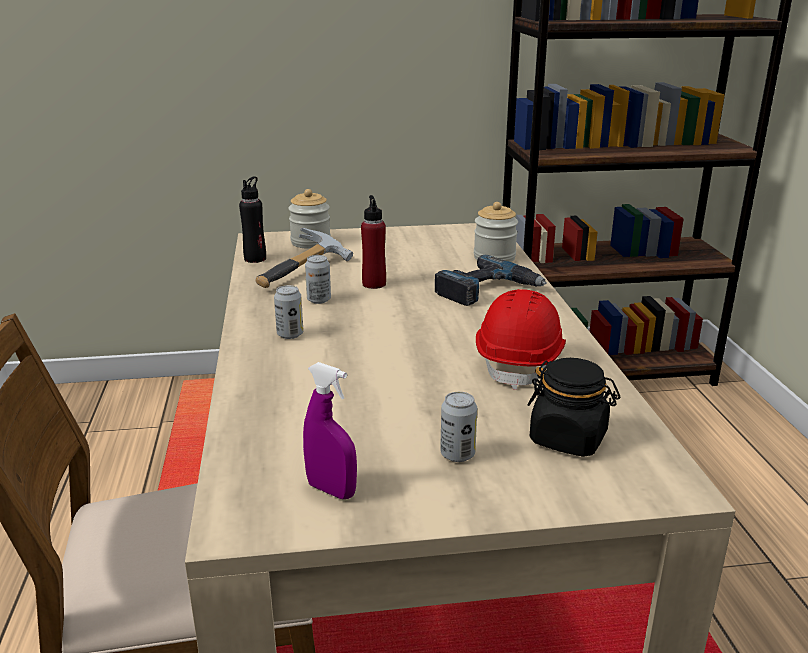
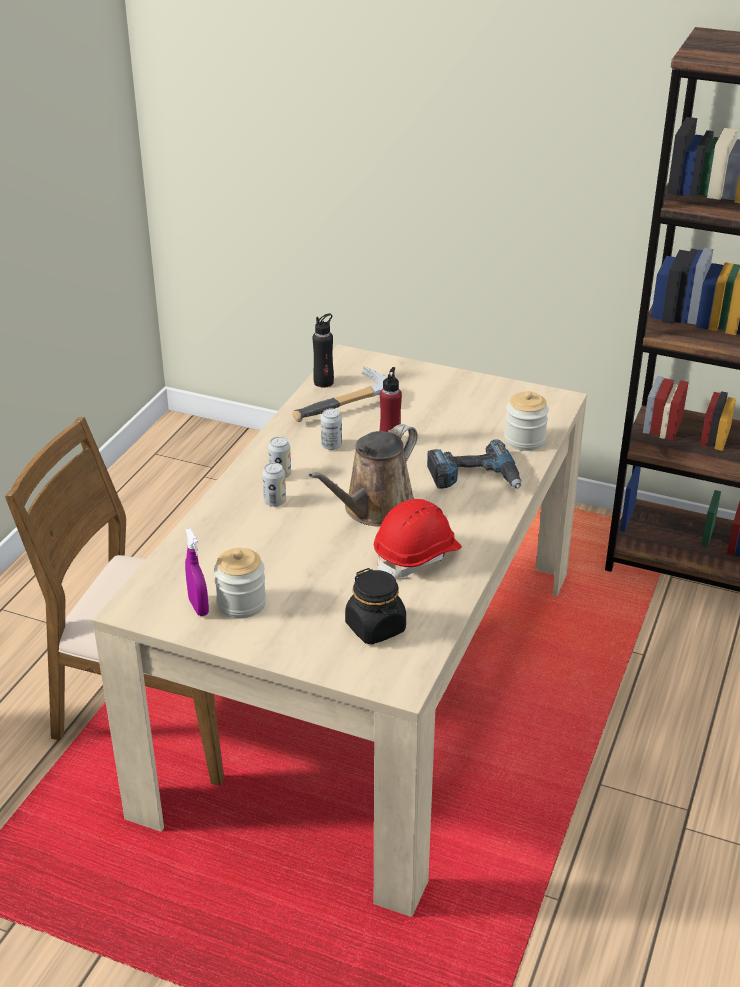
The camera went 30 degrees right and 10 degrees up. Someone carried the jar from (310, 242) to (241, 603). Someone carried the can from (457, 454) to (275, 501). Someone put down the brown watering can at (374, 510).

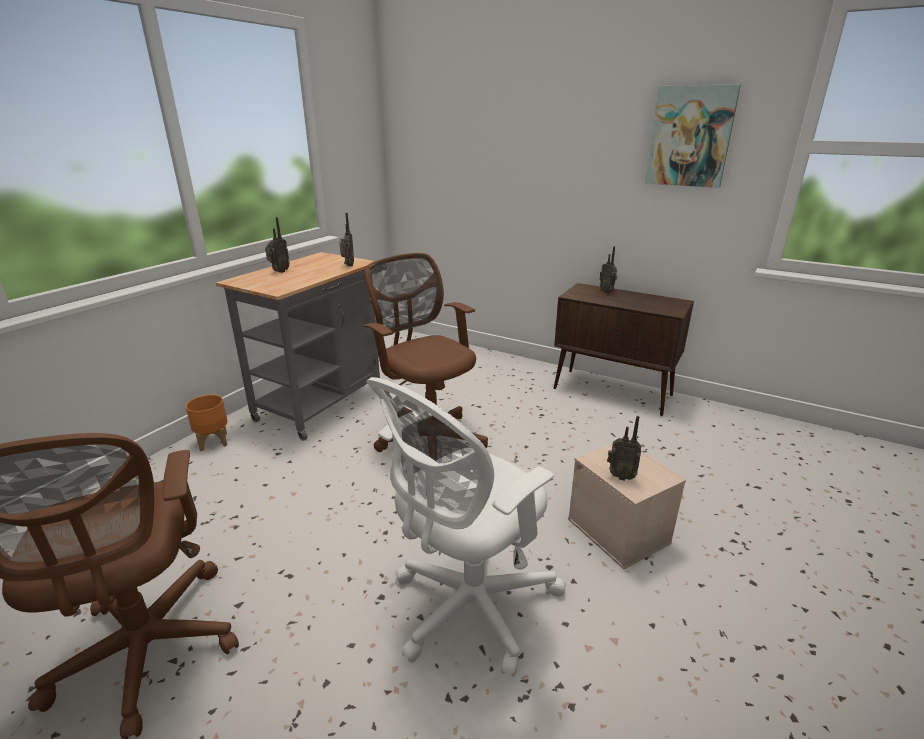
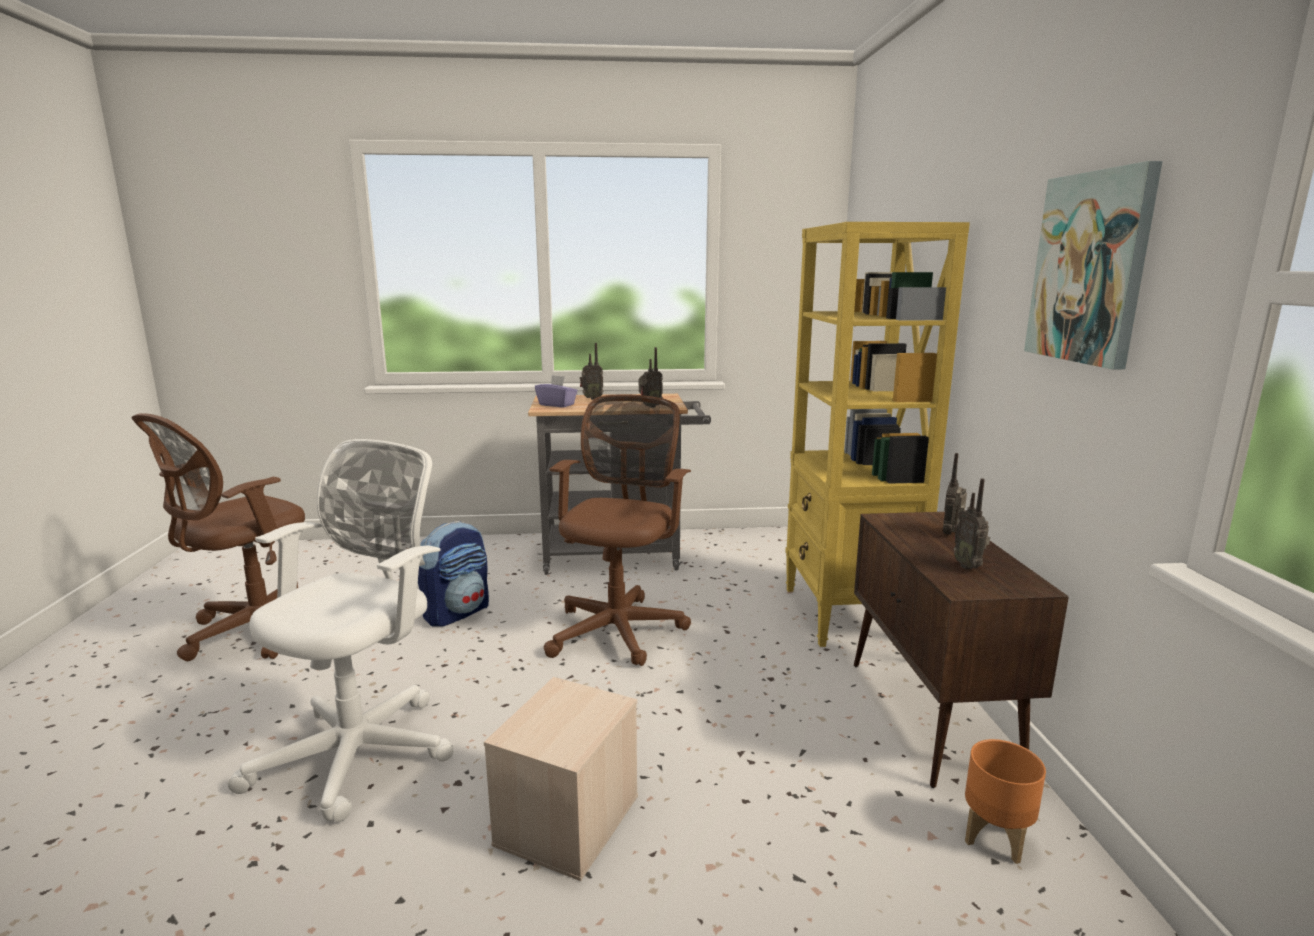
The camera went 55 degrees right and 10 degrees down. Someone rotated the white office chair at (467, 608) by 105 degrees clockwise. Someone carried the orange planter from (214, 442) to (996, 838). Someone carried the radio from (620, 476) to (968, 566). Someone put down the yellow bookcase at (847, 615). Someone put down the purple tissue box at (557, 405). Someone put down the backpack at (457, 612).

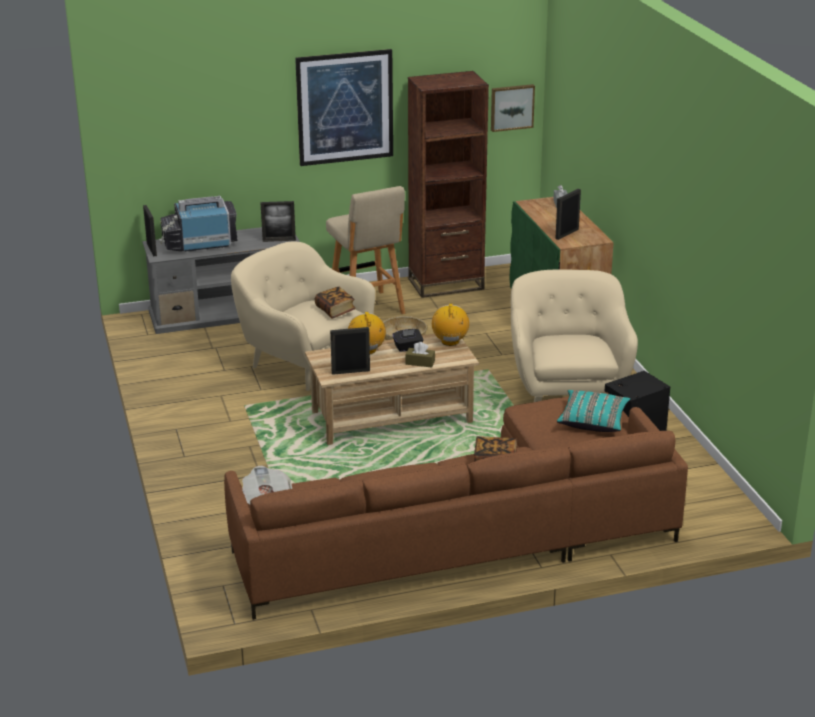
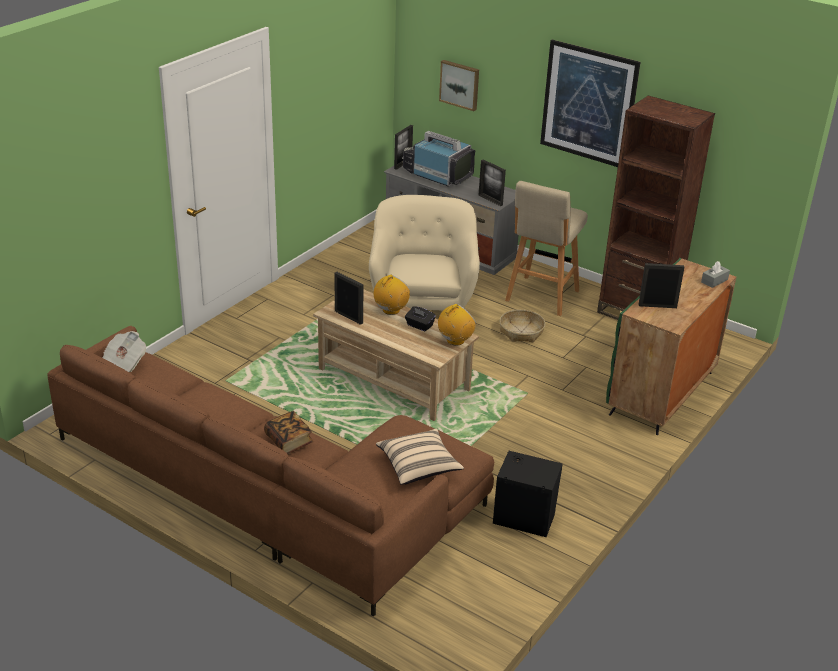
The camera went 50 degrees right and 5 degrees up. Someone carried the picture from (511, 107) to (460, 84). Someone took away the beige armchair at (566, 394). Someone took away the book at (335, 310). Someone took away the brown tissue box at (420, 362). Someone repainted the turquoise pillow at (593, 421), which became the beige pillow at (419, 467).

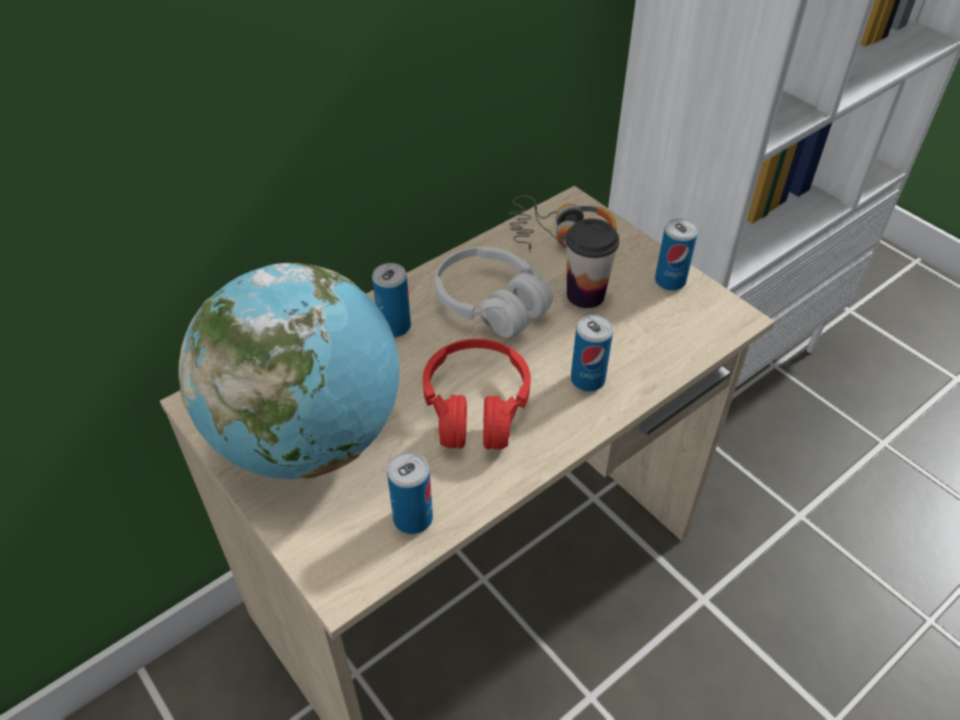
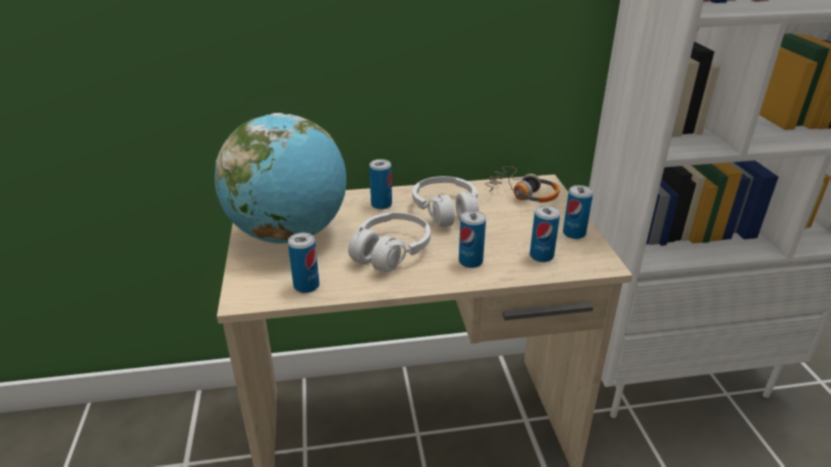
The camera went 30 degrees right and 15 degrees down. Someone took away the cup at (585, 295). Someone repainted the red headphones at (476, 407), which became the white headphones at (390, 252). Someone put down the can at (541, 256).

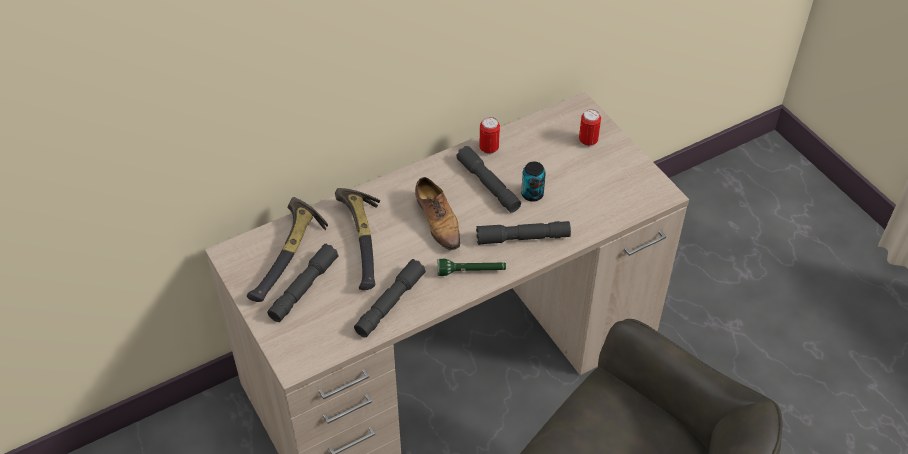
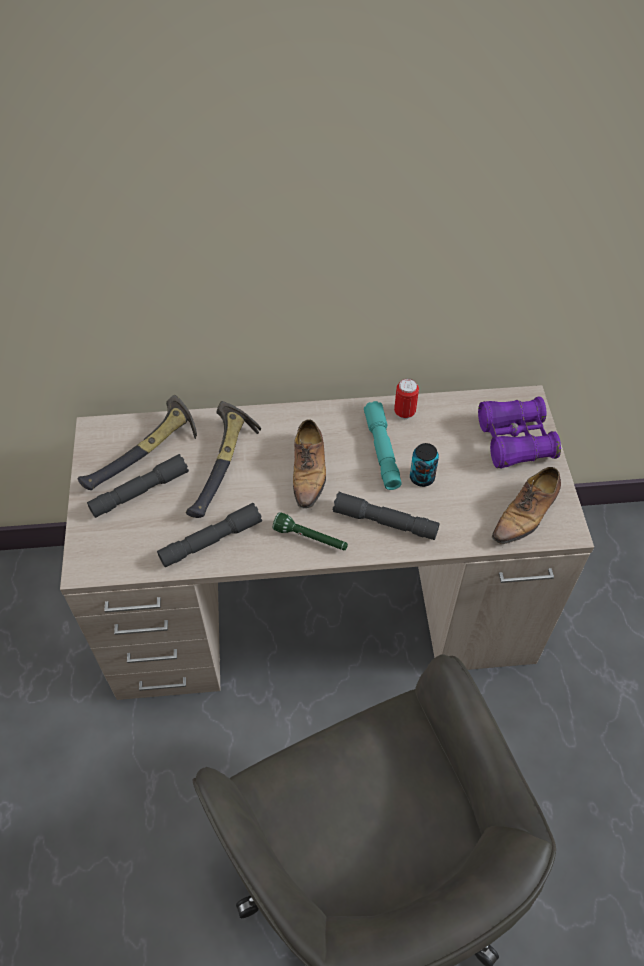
The camera went 25 degrees right and 5 degrees up. Someone swapped the can at (588, 141) for the purple binoculars at (515, 440). Someone repainted the grey flashlight at (488, 185), which became the turquoise flashlight at (382, 451). Someone put down the shoe at (526, 514).

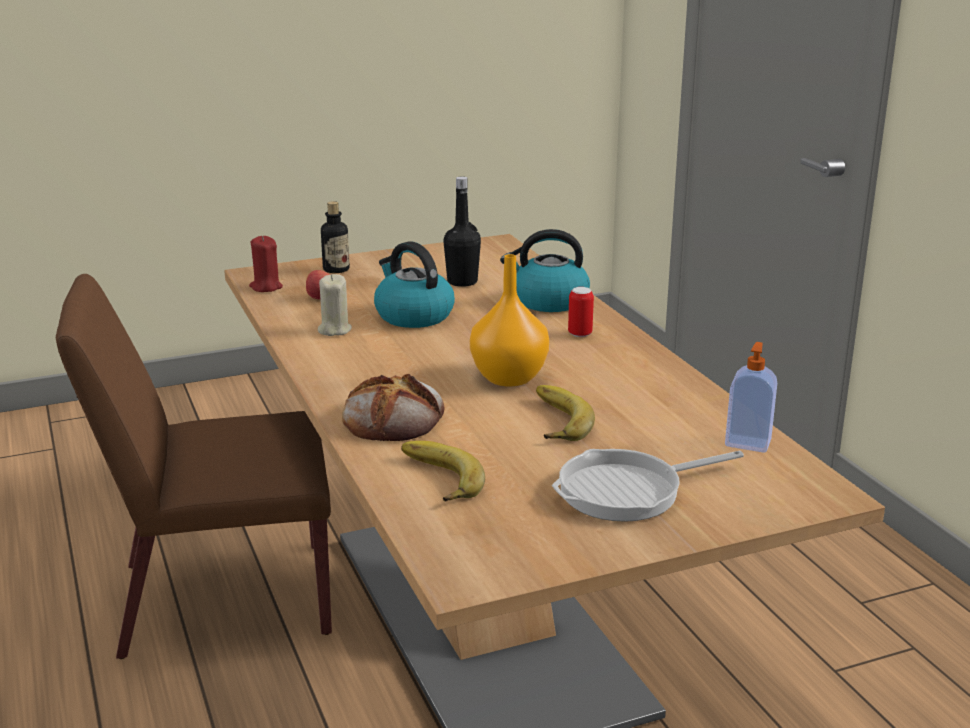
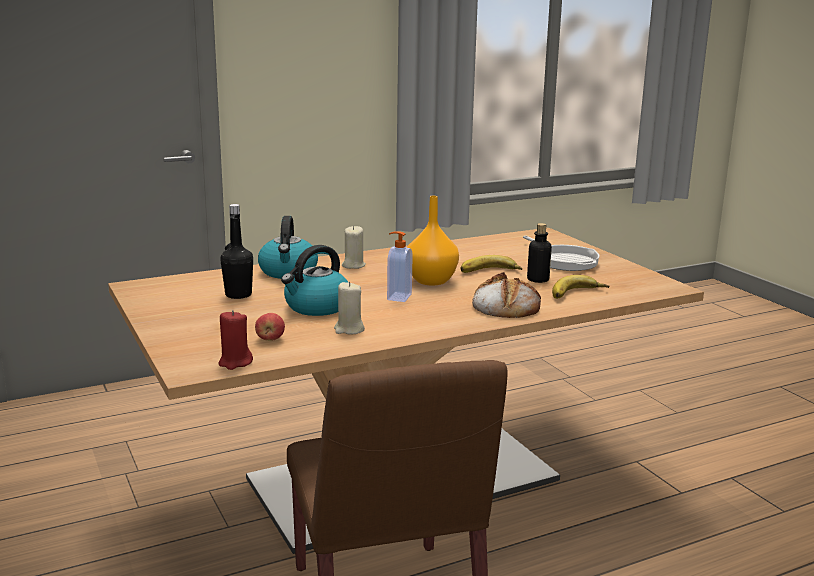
The camera went 95 degrees left and 5 degrees down. Someone carried the bottle from (336, 269) to (538, 279). Someone swapped the can at (580, 334) for the beige candle at (353, 265). Someone carried the soap dispenser from (748, 442) to (398, 297).

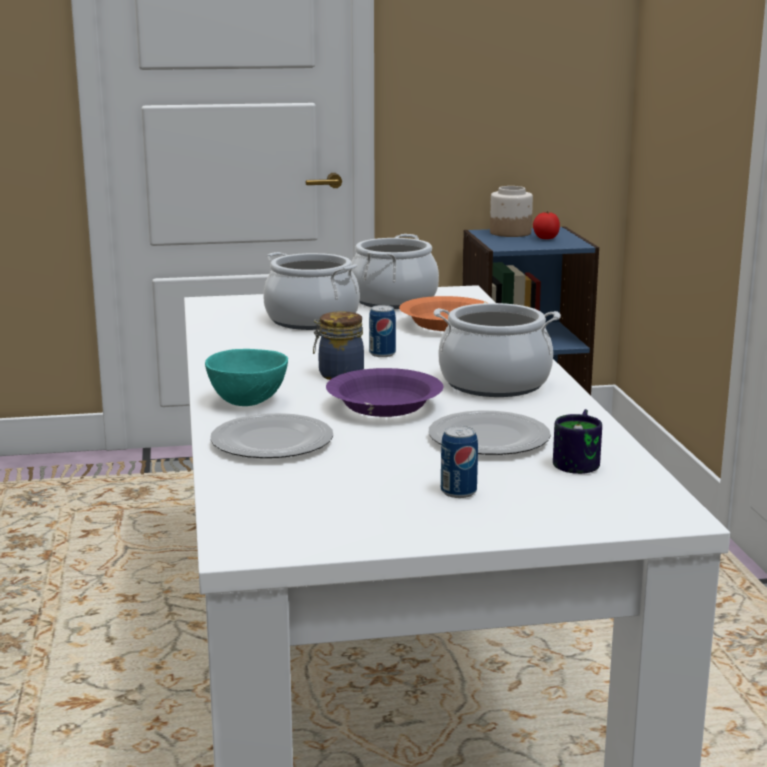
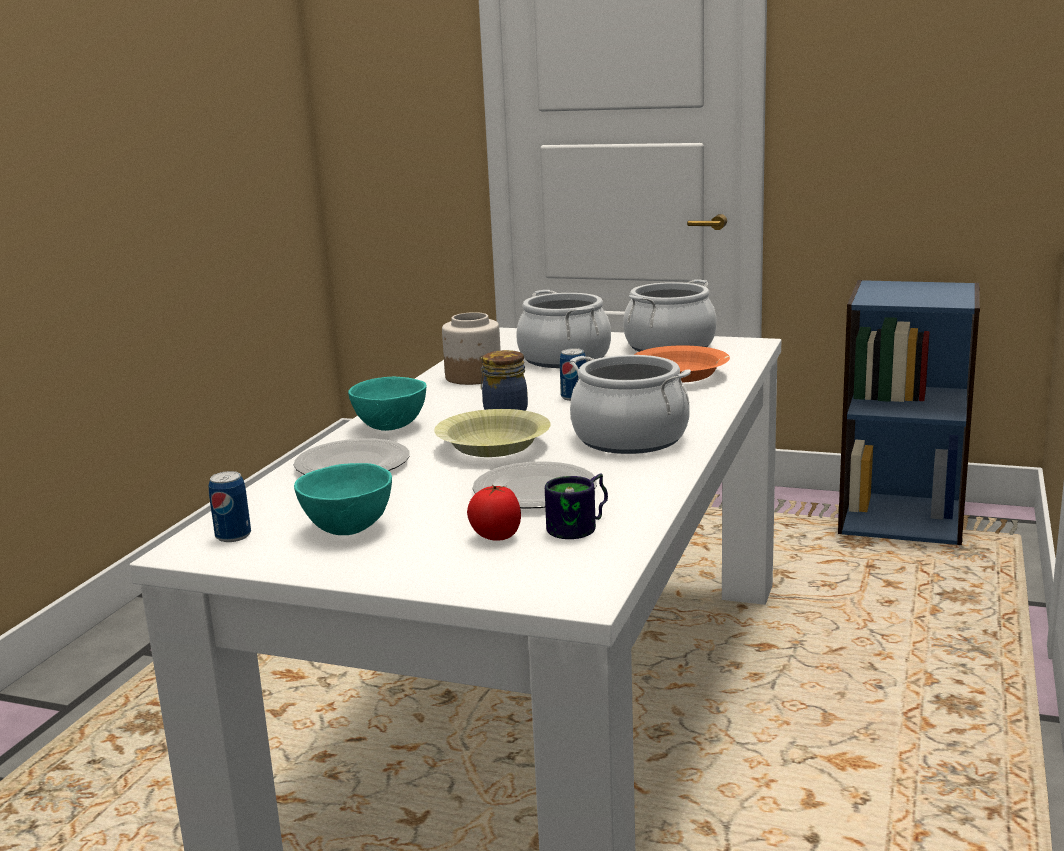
The camera went 30 degrees right and 0 degrees up. Someone carried the jar from (510, 233) to (472, 377). Someone carried the tomato from (545, 239) to (495, 537). Someone repainted the purple bowl at (384, 407), which became the yellow bowl at (493, 447). Someone carried the can from (458, 492) to (233, 536). Someone put down the turquoise bowl at (348, 528).

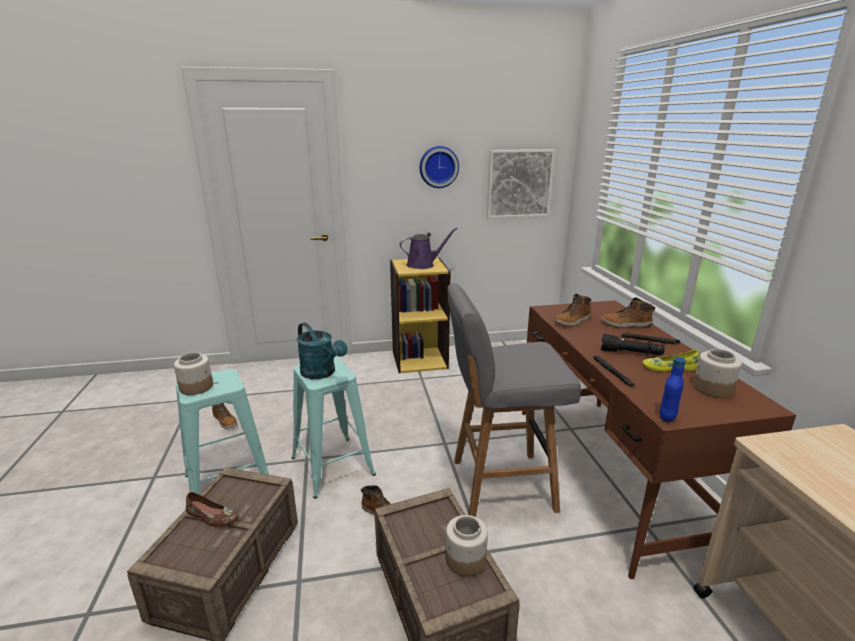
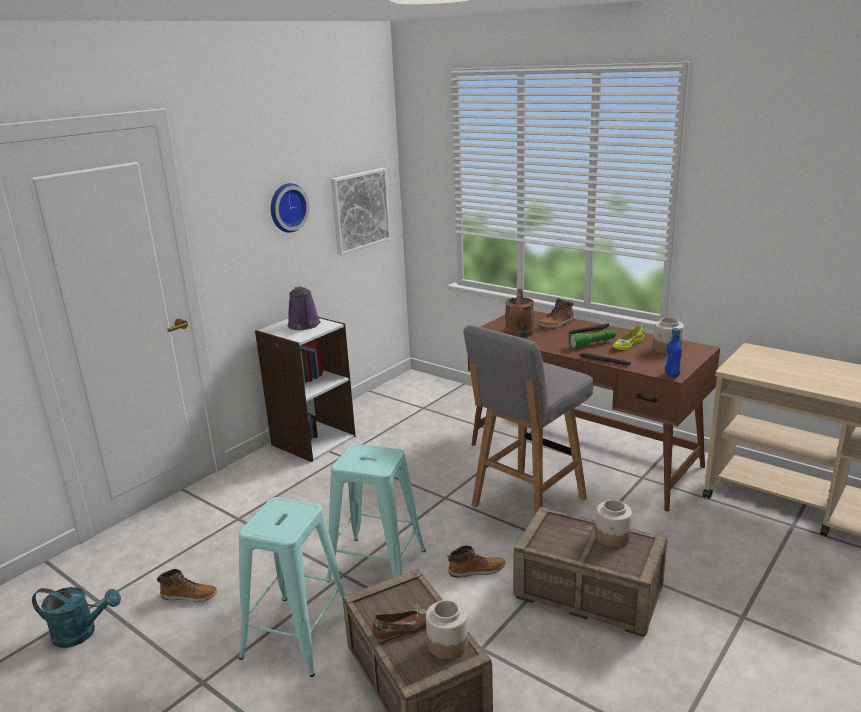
The camera went 40 degrees left and 0 degrees up. Someone rotated the purple watering can at (423, 265) by 135 degrees clockwise. Someone repainted the yellow bookcase at (419, 359), which became the white bookcase at (313, 440). Someone swapped the boot at (573, 321) for the brown watering can at (519, 334). Someone carried the turquoise watering can from (322, 373) to (81, 633). Someone repainted the black flashlight at (630, 353), which became the green flashlight at (593, 344). Someone carried the jar from (197, 387) to (448, 643).

